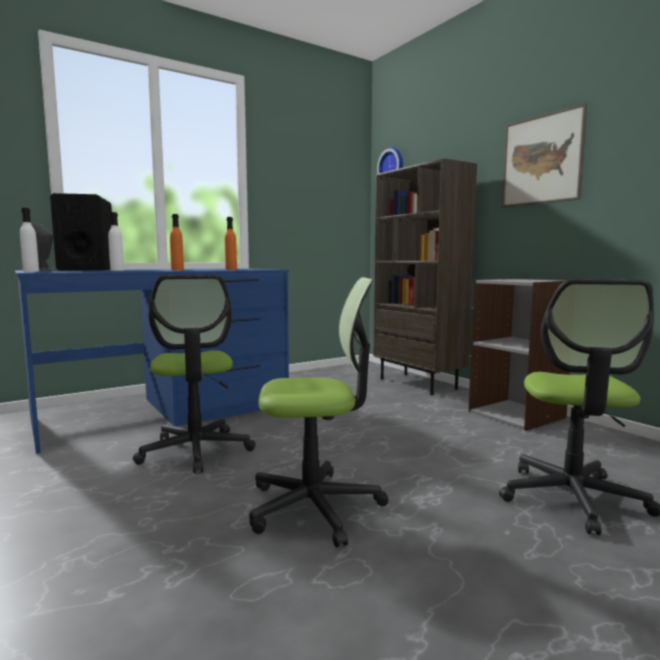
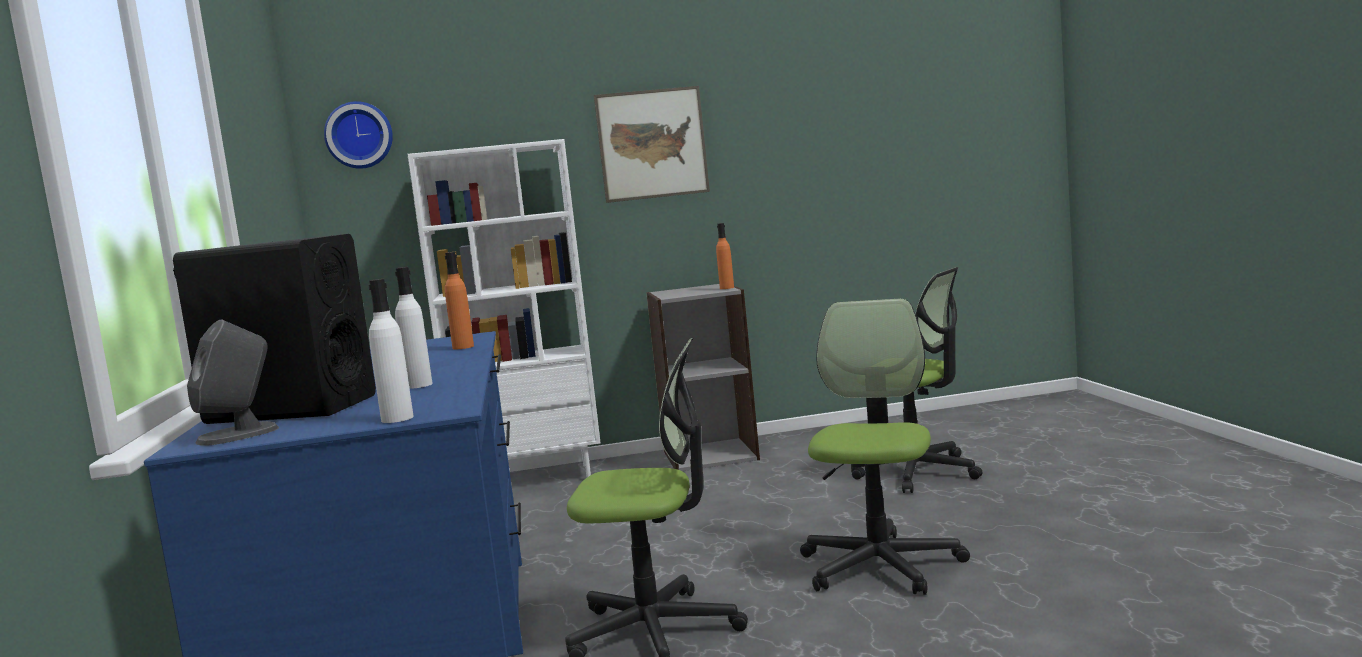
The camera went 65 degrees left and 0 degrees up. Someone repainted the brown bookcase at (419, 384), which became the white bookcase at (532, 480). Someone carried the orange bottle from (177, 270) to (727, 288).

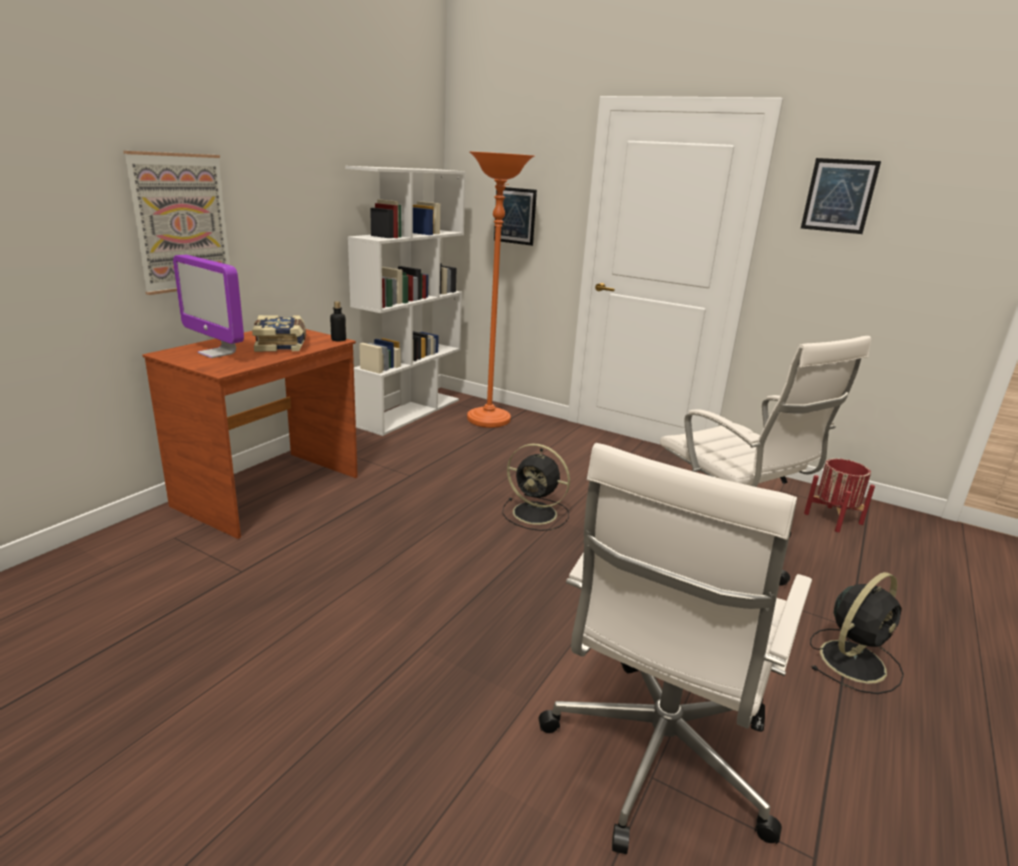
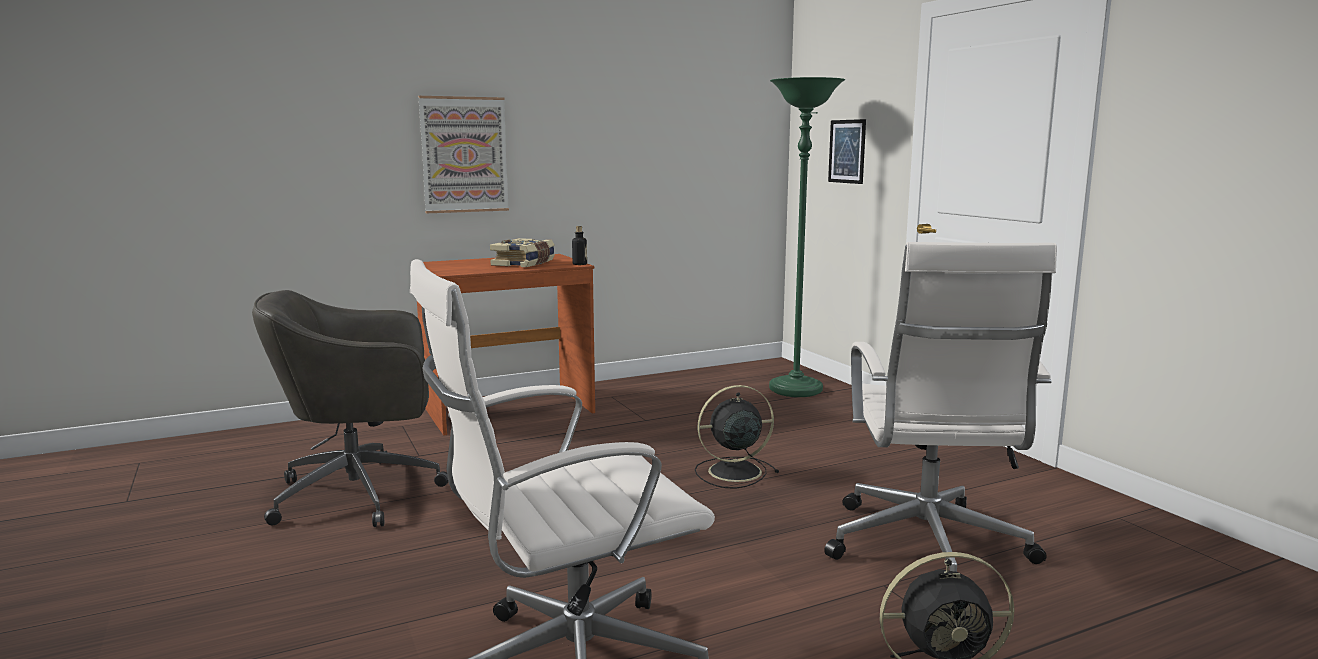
The camera went 35 degrees right and 10 degrees down. Someone repainted the orange floor lamp at (488, 420), which became the green floor lamp at (795, 390). Someone took away the picture at (839, 196). Someone took away the white bookcase at (409, 412). Someone took away the monitor at (217, 353). Someone rotated the black fan at (536, 514) by 105 degrees clockwise. Someone took away the red planter at (833, 518). Someone put down the grey office chair at (363, 493).

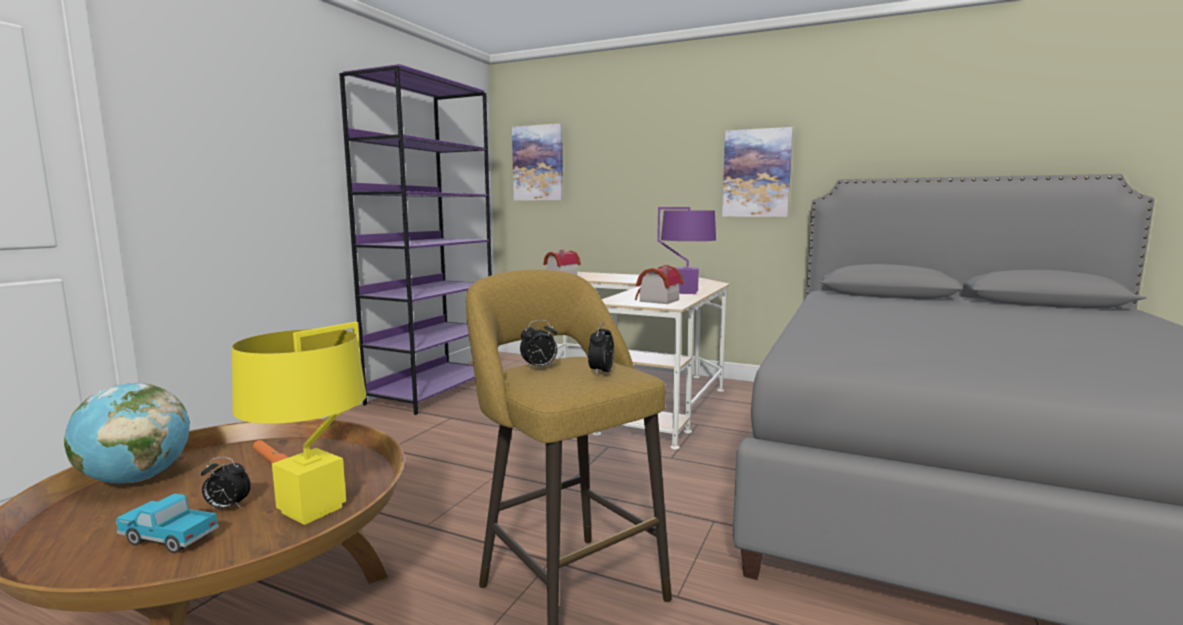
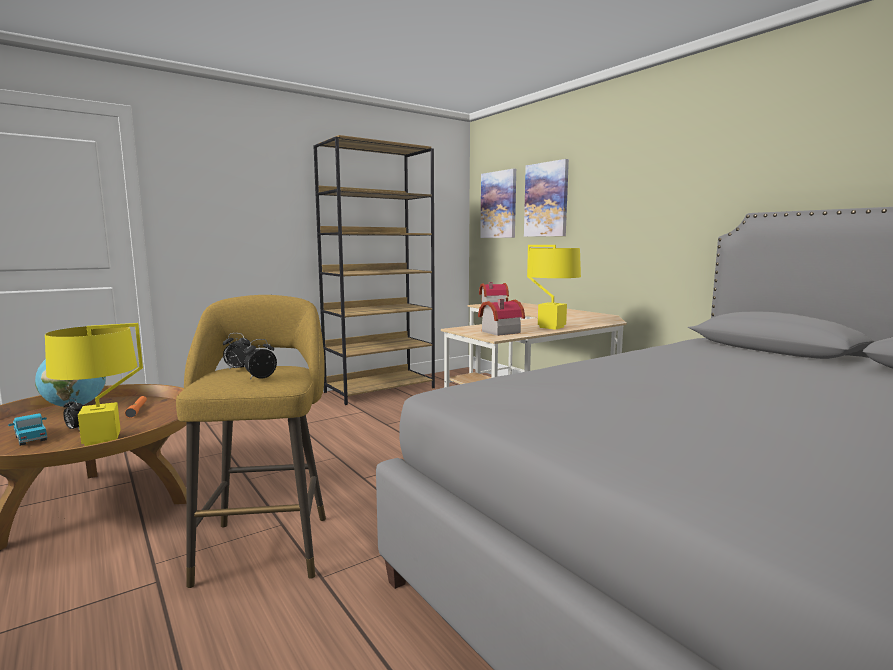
The camera went 30 degrees right and 0 degrees up. Someone repainted the purple bookcase at (433, 390), which became the brown bookcase at (380, 390). Someone carried the picture from (756, 173) to (546, 199). Someone repainted the purple table lamp at (686, 292), which became the yellow table lamp at (551, 327).

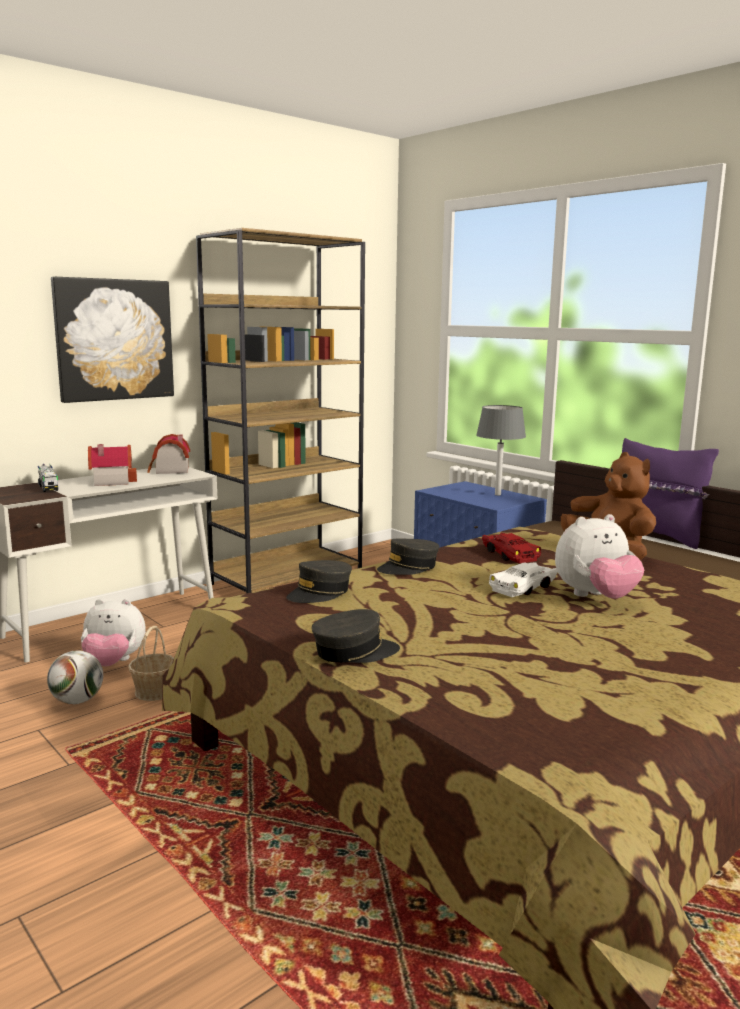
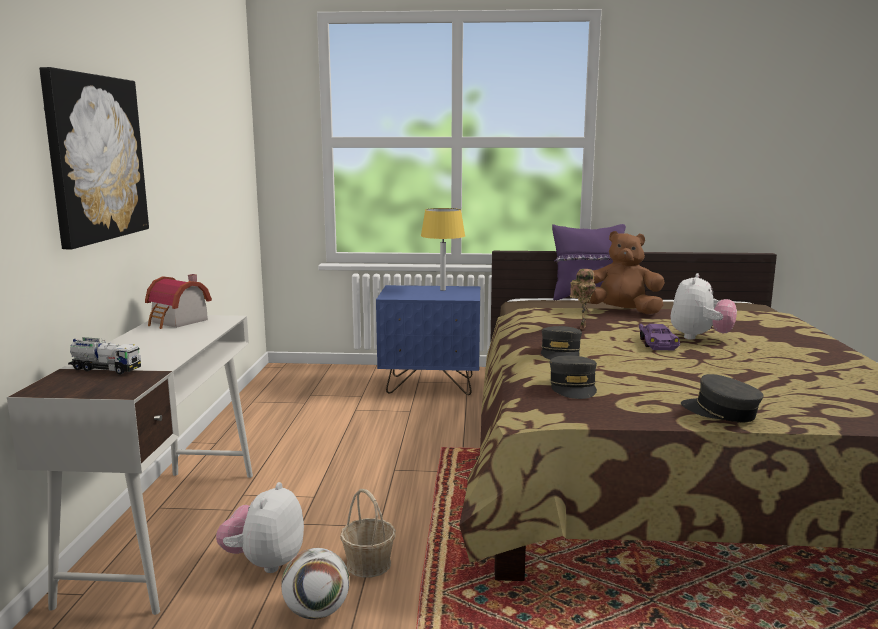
The camera went 45 degrees left and 0 degrees up. Someone took away the brown bookcase at (287, 578). Someone repainted the grey table lamp at (497, 494), which became the yellow table lamp at (442, 290). Someone took away the toy house at (110, 481). Someone swapped the red toy car at (509, 555) for the toy robot at (581, 327). Someone repainted the white toy car at (524, 588), which became the purple toy car at (656, 343). Someone rotated the plush toy at (114, 662) by 150 degrees clockwise. Someone rotated the grey cap at (354, 651) by 75 degrees counterclockwise.

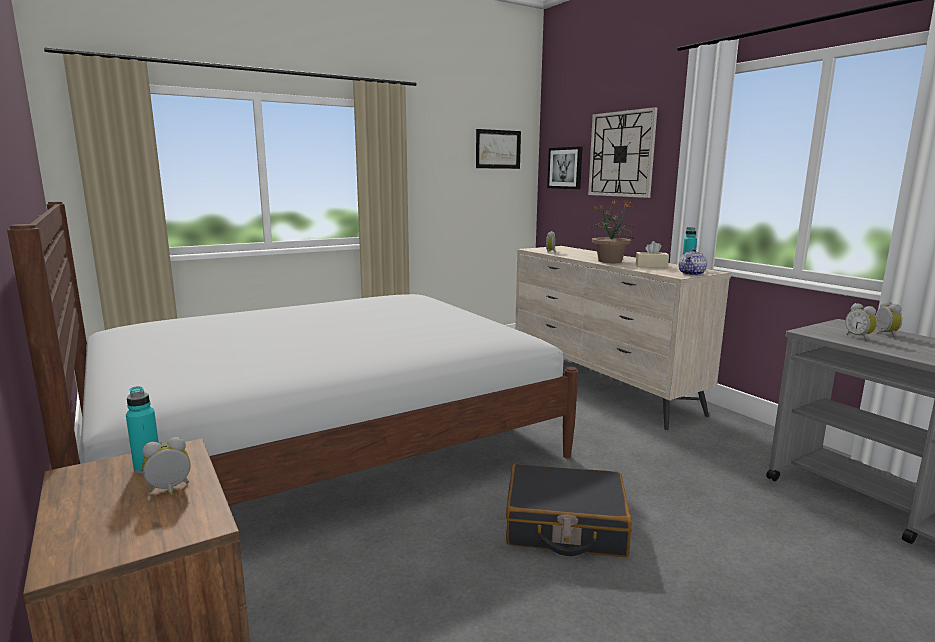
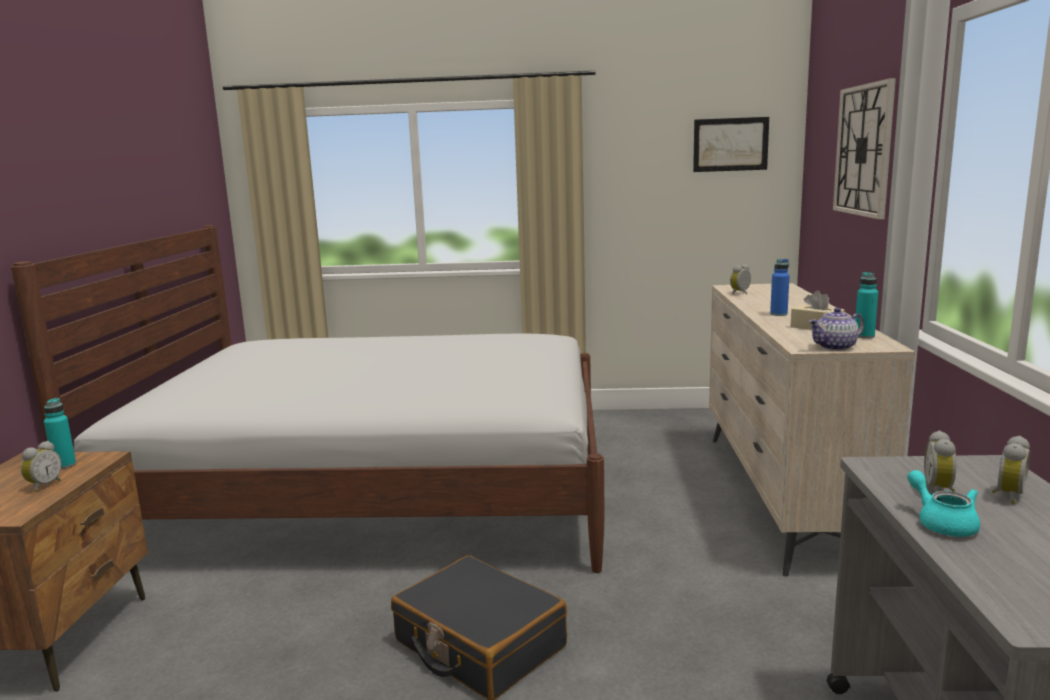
The camera went 35 degrees right and 0 degrees up. Someone took away the picture at (565, 168). Someone swapped the potted plant at (609, 261) for the blue bottle at (778, 314). Someone rotated the alarm clock at (170, 490) by 105 degrees clockwise. Someone put down the turquoise teapot at (942, 523).

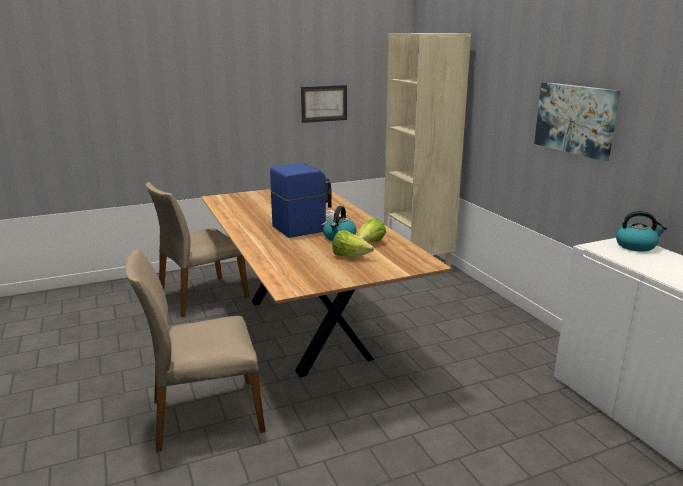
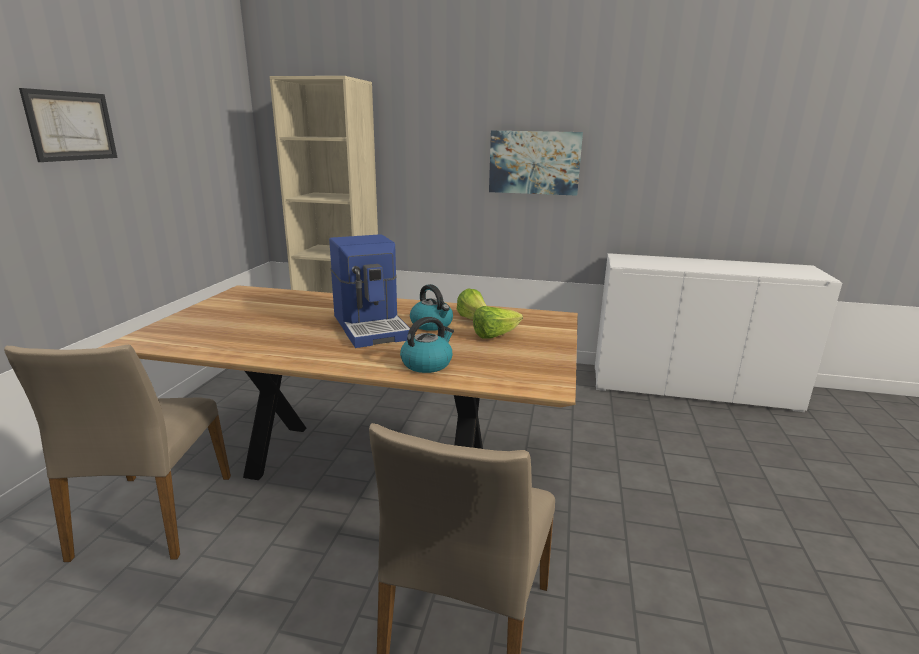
The camera went 55 degrees left and 0 degrees up. Someone carried the picture from (324, 103) to (71, 126). Someone rotated the coffee machine at (309, 226) by 150 degrees clockwise. Someone carried the kettle from (636, 246) to (427, 363).

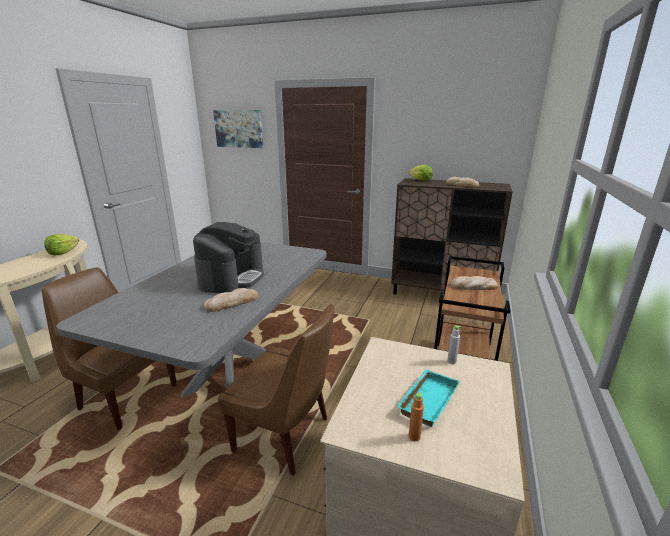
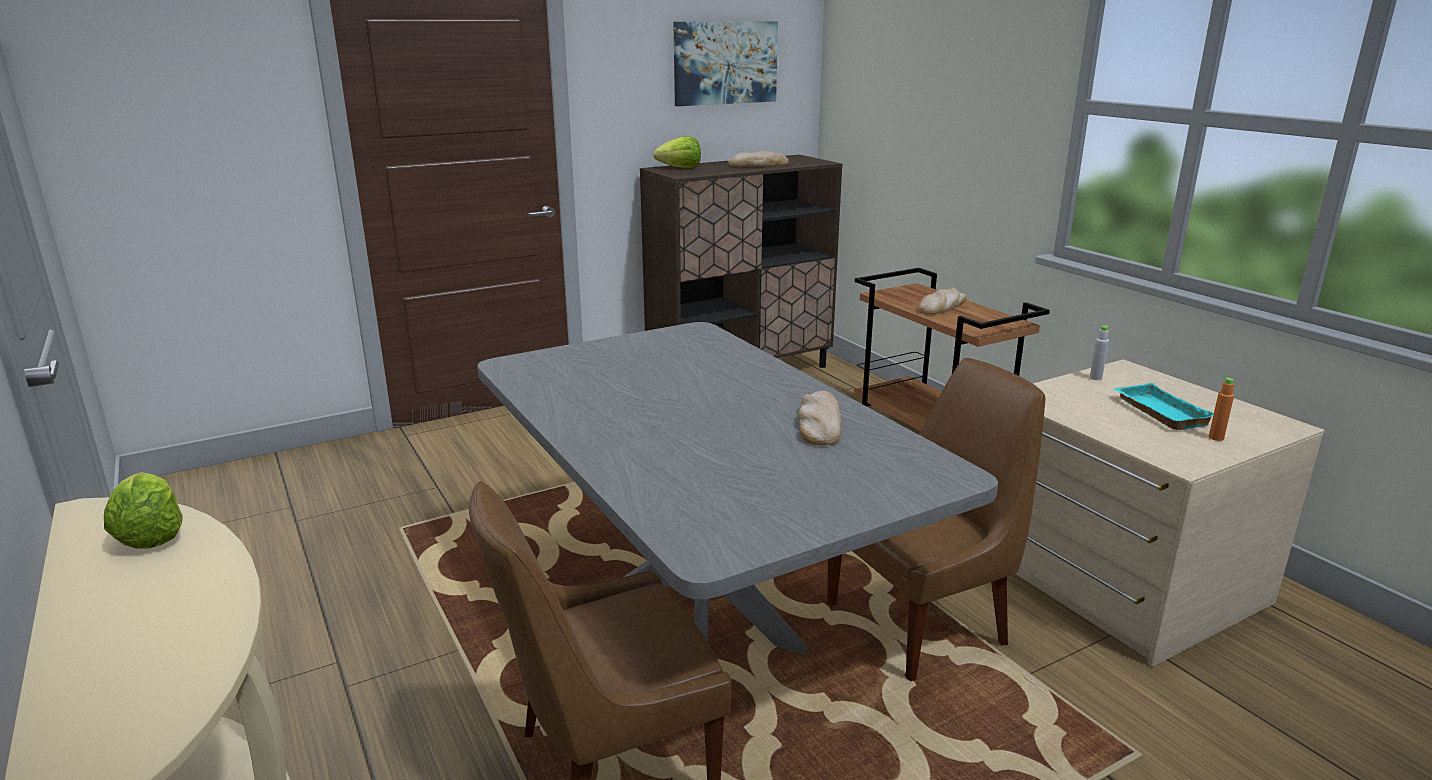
The camera went 50 degrees left and 0 degrees up. Someone carried the picture from (239, 129) to (725, 63). Someone took away the coffee machine at (232, 278).

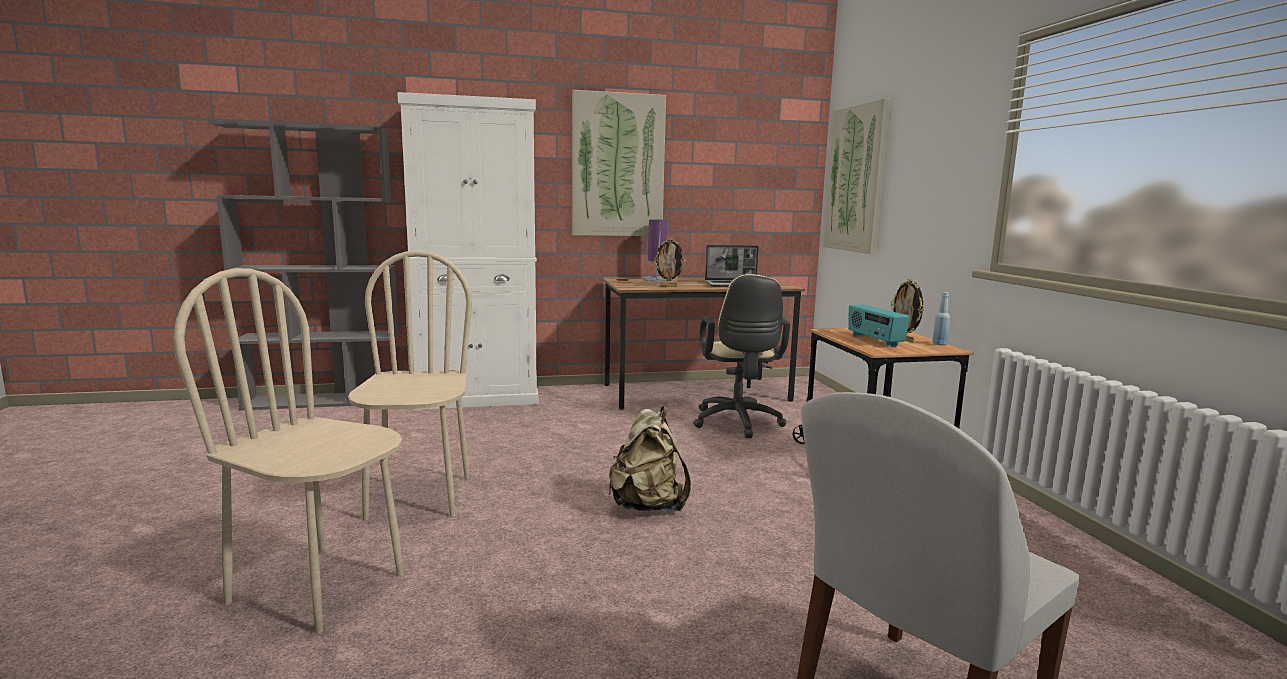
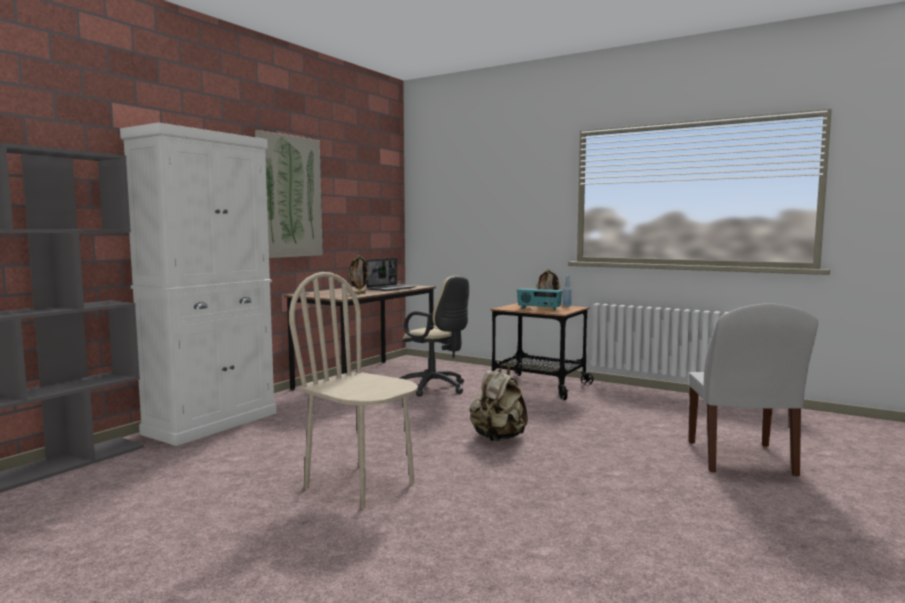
The camera went 45 degrees left and 5 degrees down. Someone took away the picture at (856, 179). Someone took away the purple table lamp at (656, 280). Someone took away the beige chair at (319, 587).

